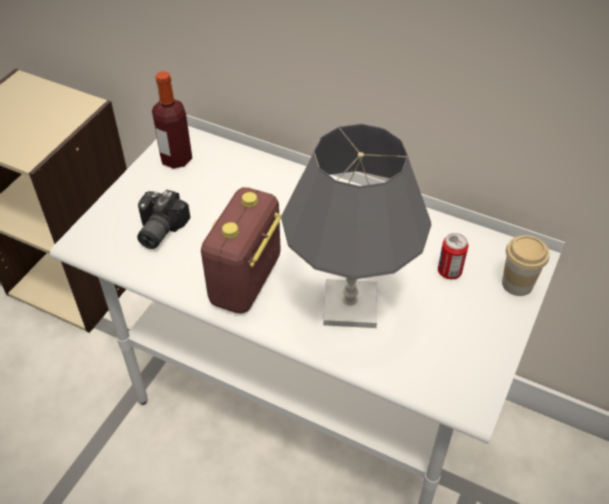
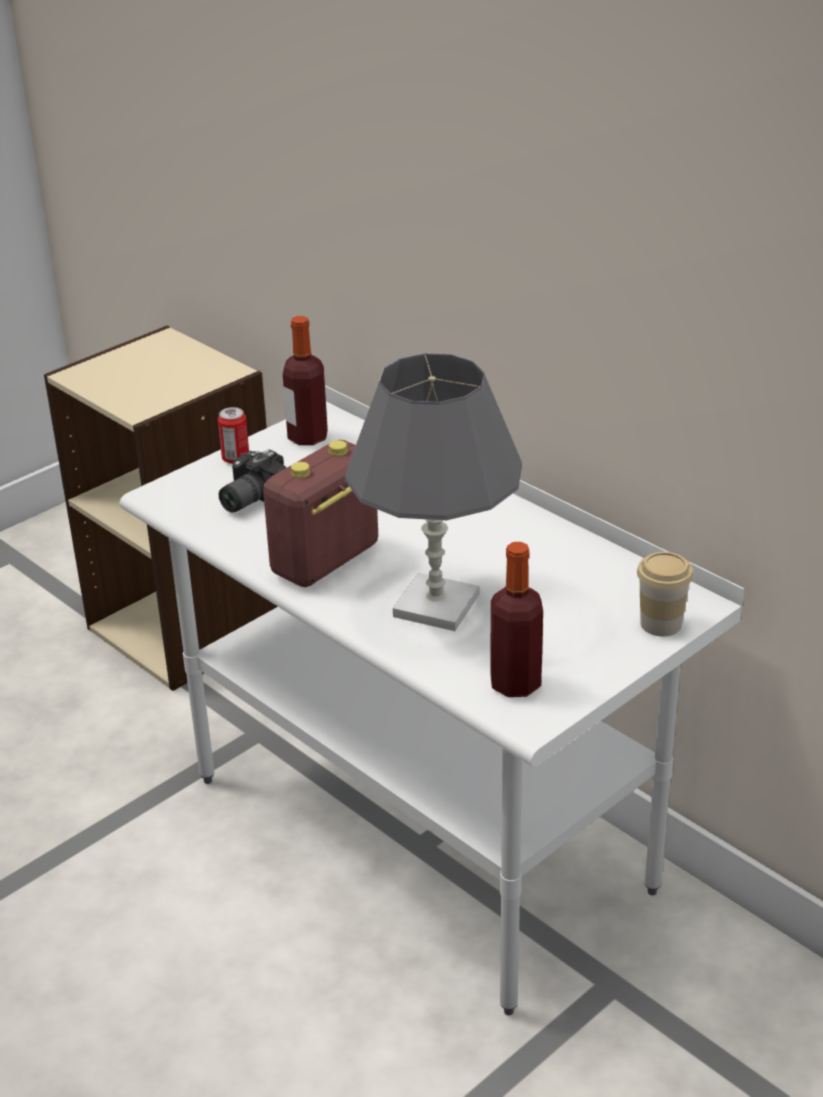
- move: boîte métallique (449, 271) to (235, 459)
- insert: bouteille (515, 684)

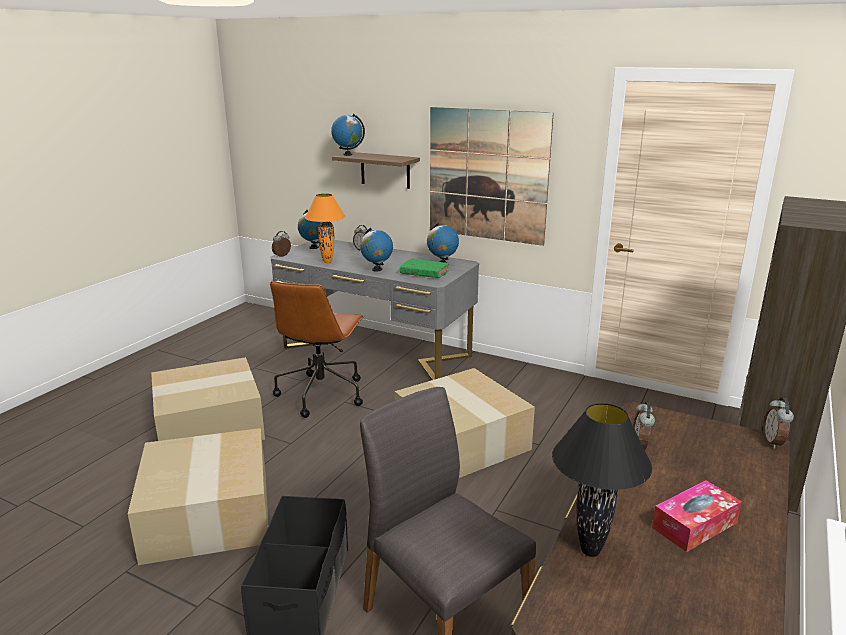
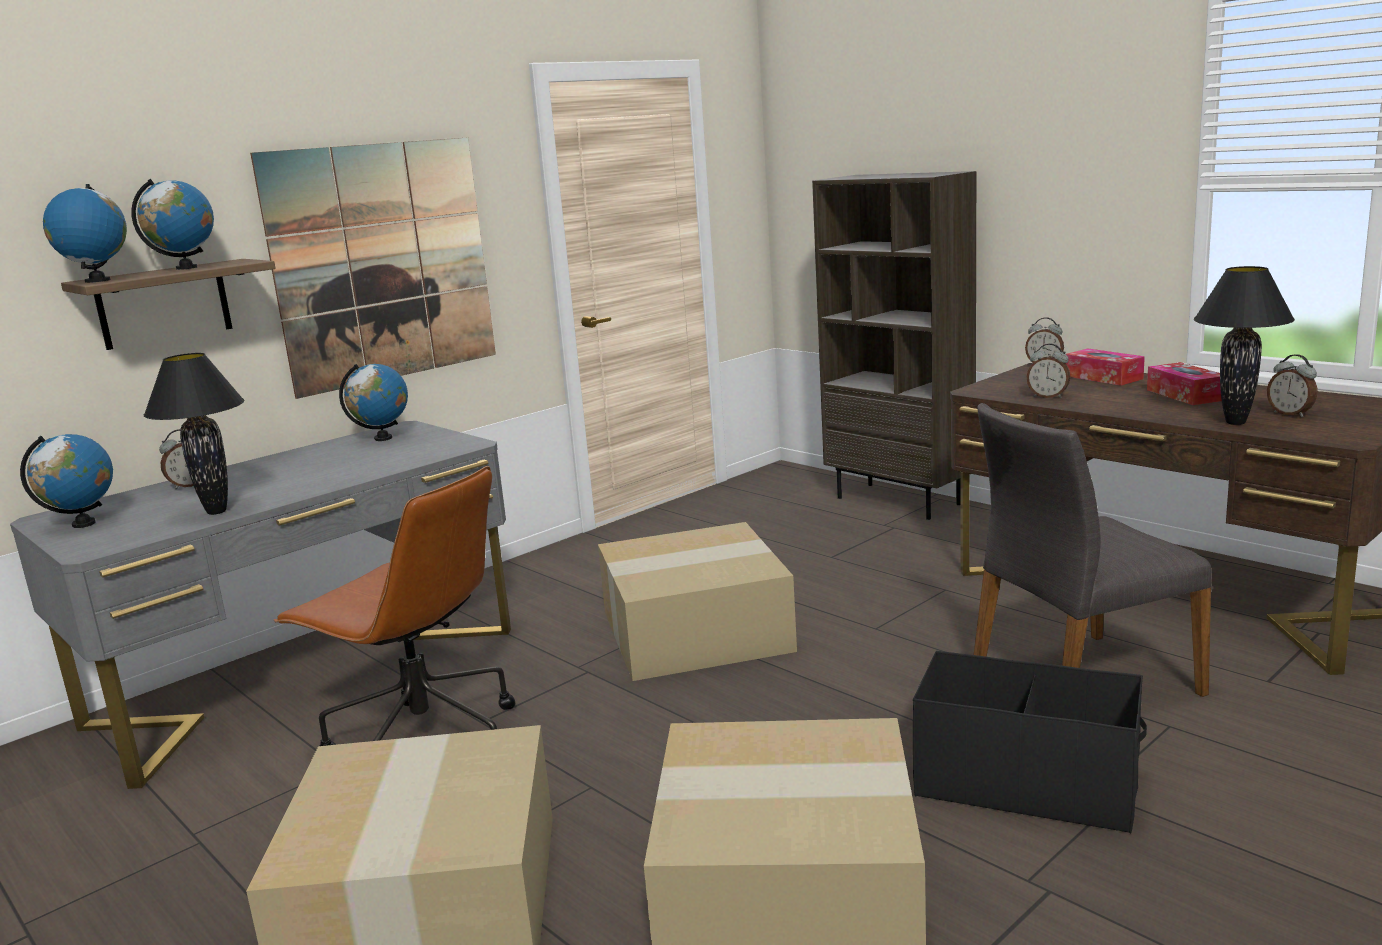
- move: réveil (282, 256) to (1290, 414)
- recolor: lampe de table/orange (327, 262) to lampe de table/noir (216, 512)
- move: globe (377, 269) to (186, 268)
- delete: livre/vert (424, 273)
- insert: boîte à mouchoirs (1103, 377)

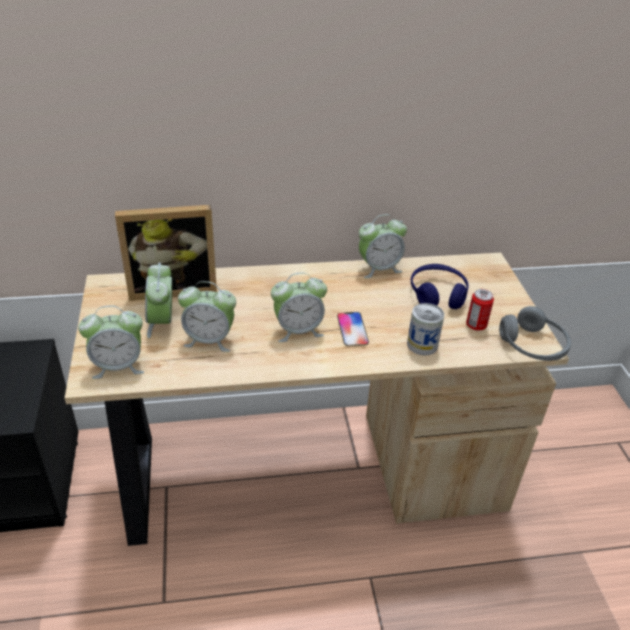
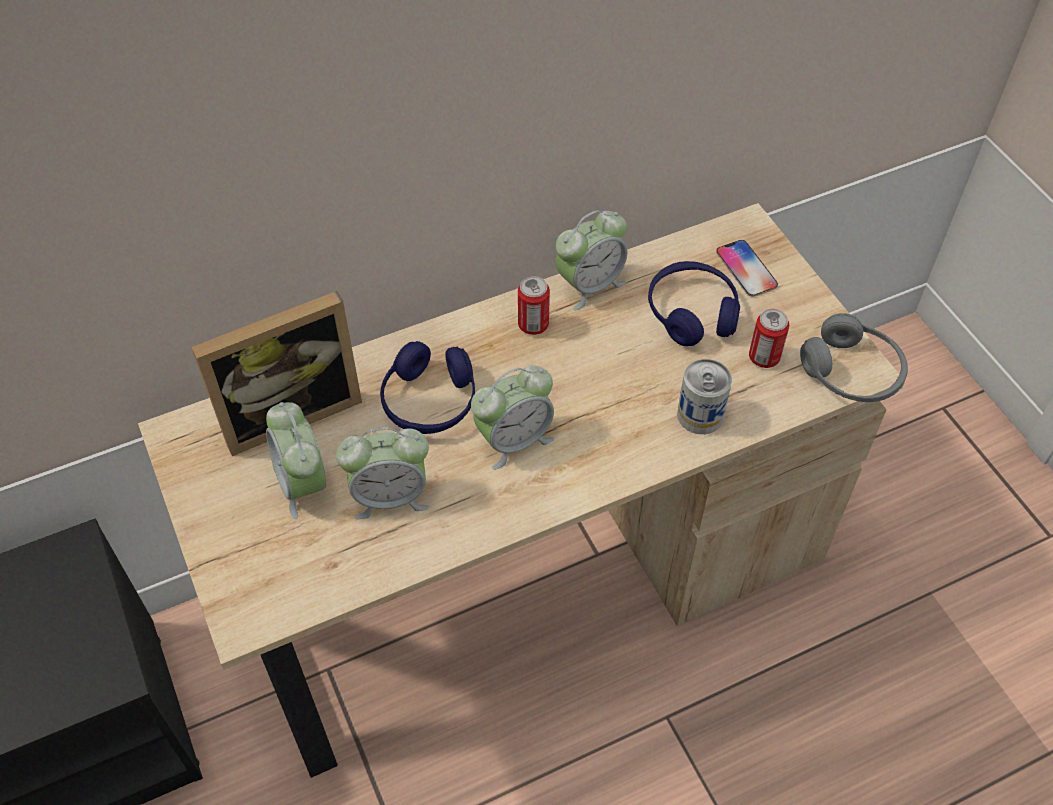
- delete: réveil (118, 366)
- move: téléphone (352, 329) to (746, 269)
- insert: casque audio/bleu (430, 401)
- insert: boîte métallique (533, 325)

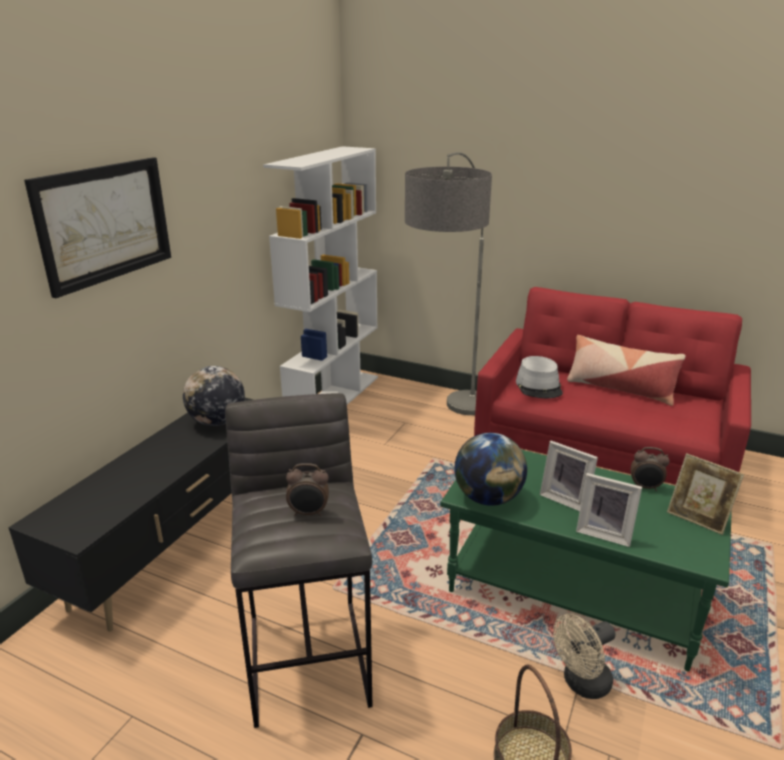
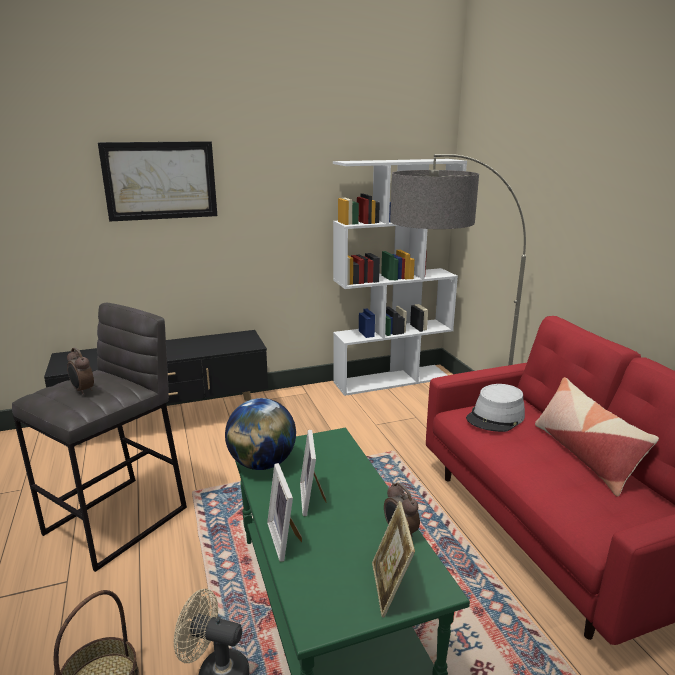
- delete: globe (217, 422)

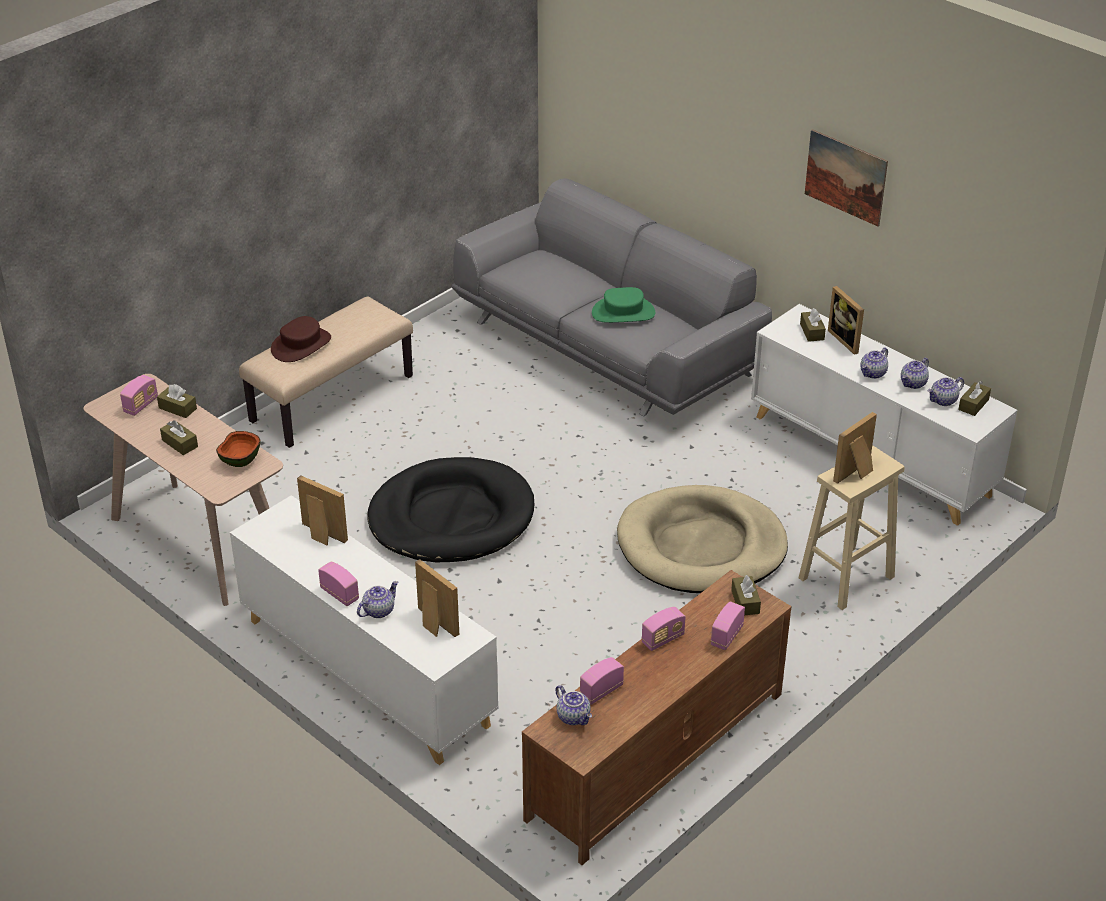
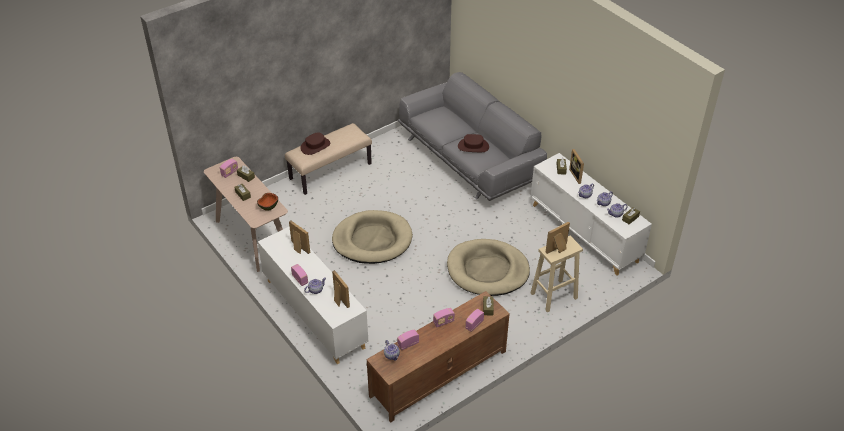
- recolor: panier pour chien/noir (451, 517) to panier pour chien/beige (372, 240)
- recolor: chapeau/vert (623, 313) to chapeau/marron (473, 146)
- delete: tableau (845, 177)

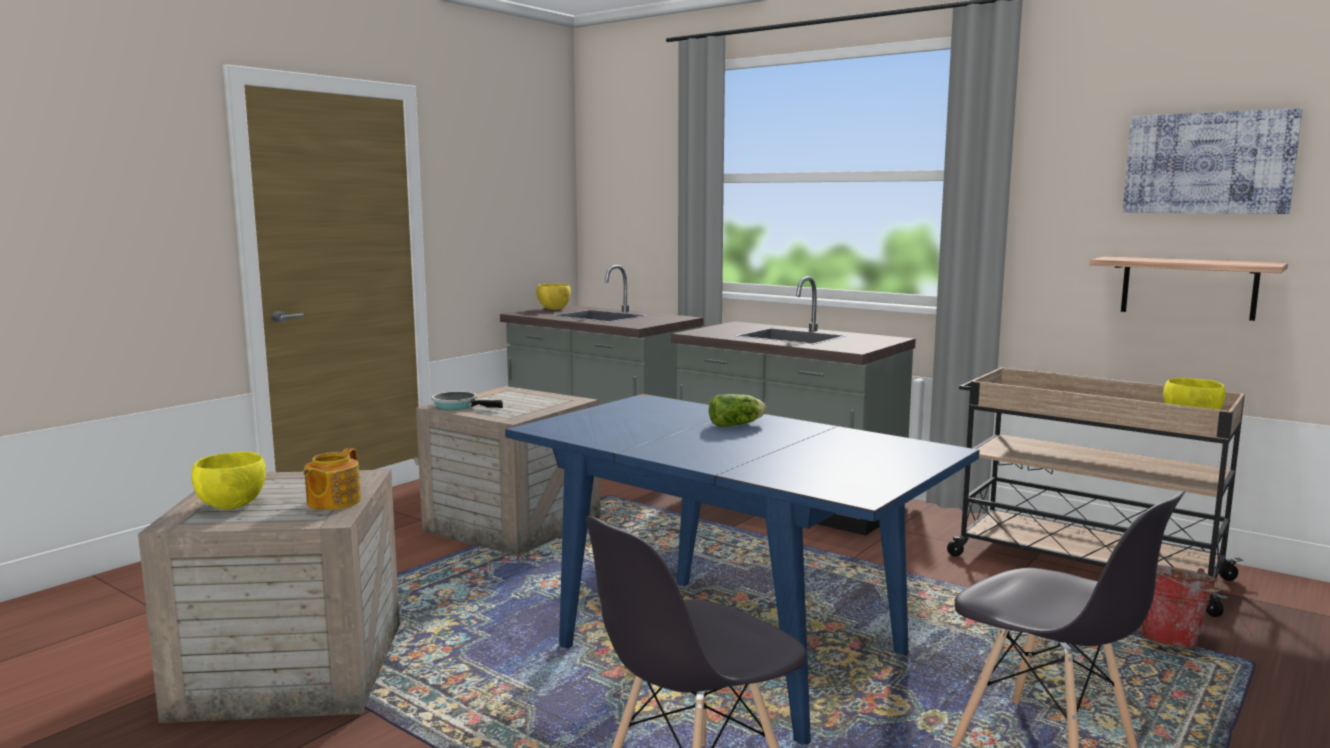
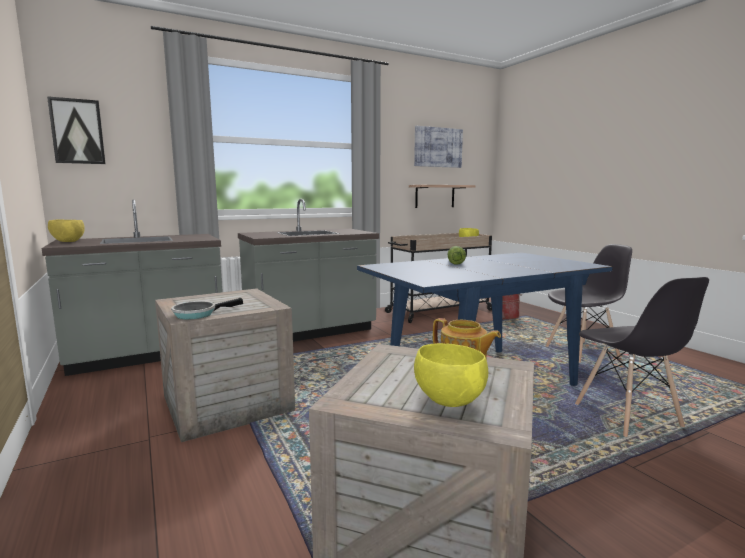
- insert: tableau (77, 131)

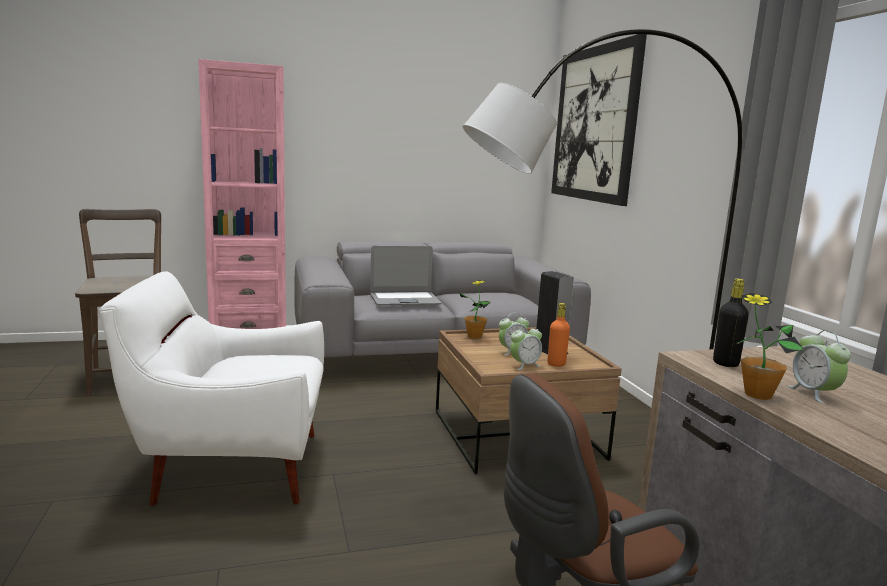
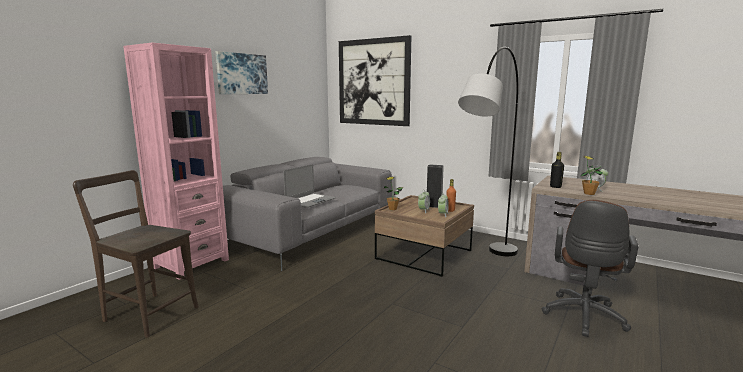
- delete: fauteuil/blanc (230, 467)
- insert: tableau (242, 74)

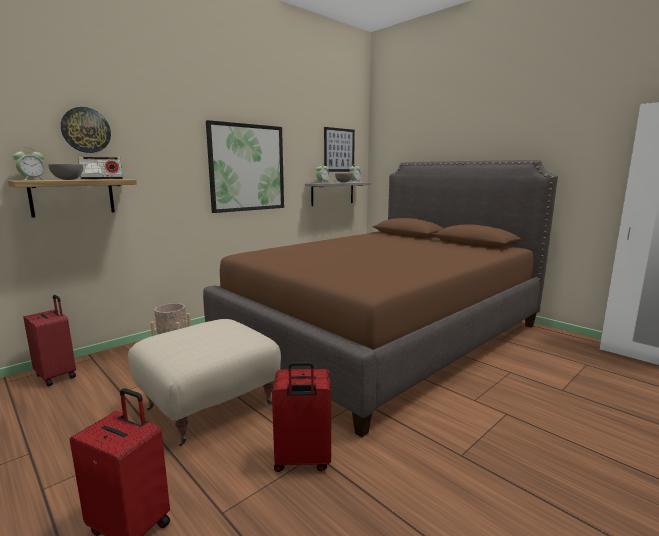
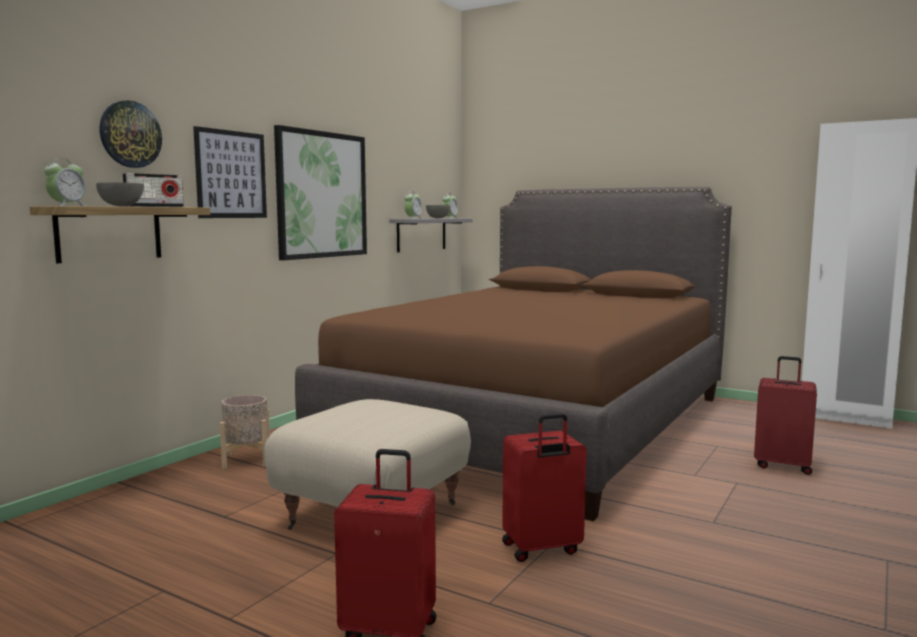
- move: valise/rouge (57, 375) to (782, 465)
- move: tableau (339, 150) to (231, 174)

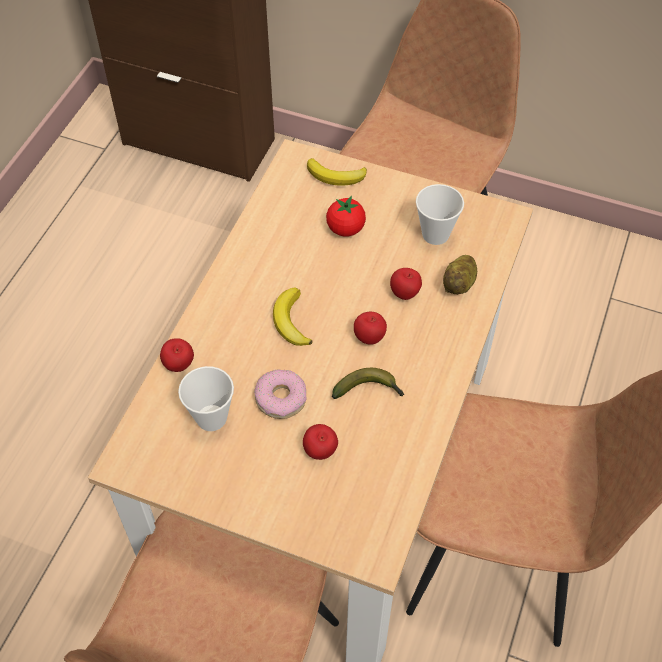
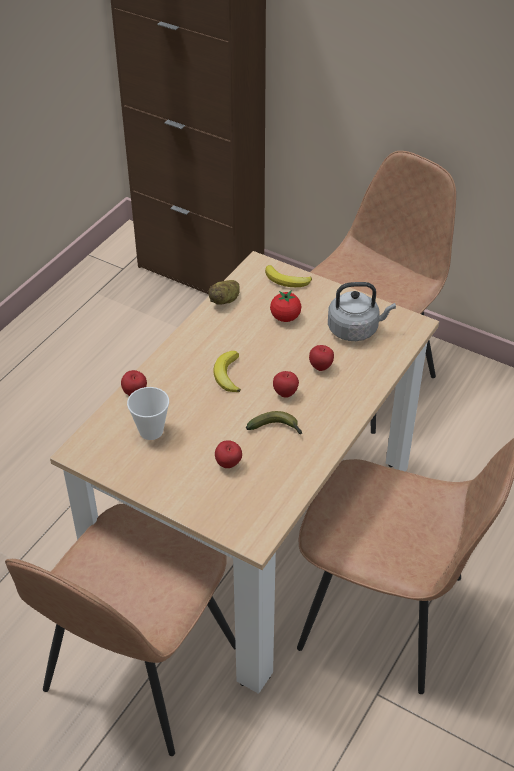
- delete: beignet (280, 398)
- replace: tasse (435, 234) to bouilloire/gris (355, 329)
- move: pomme de terre (460, 284) to (225, 300)

